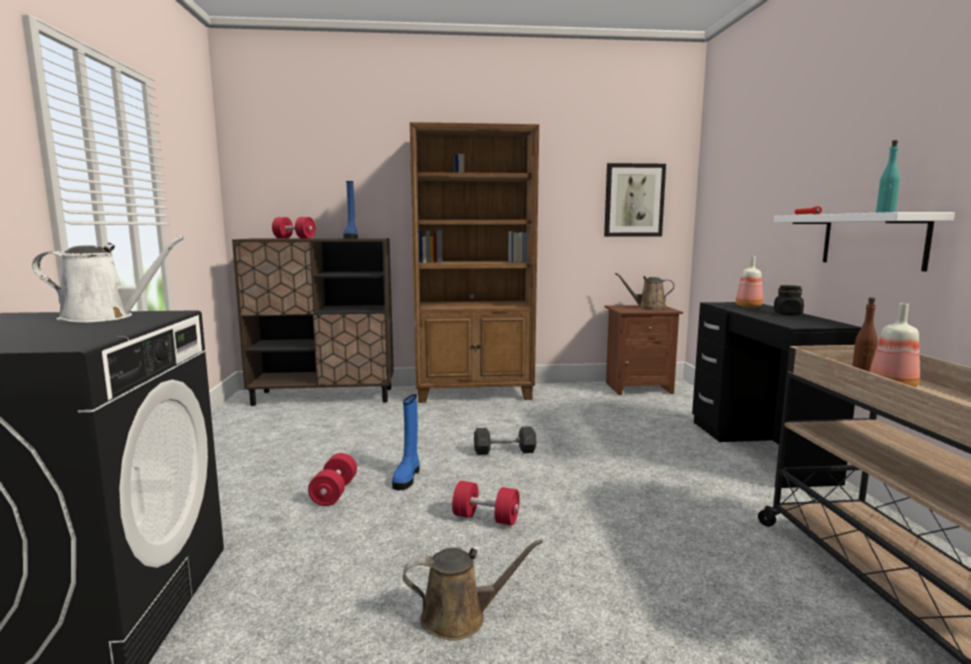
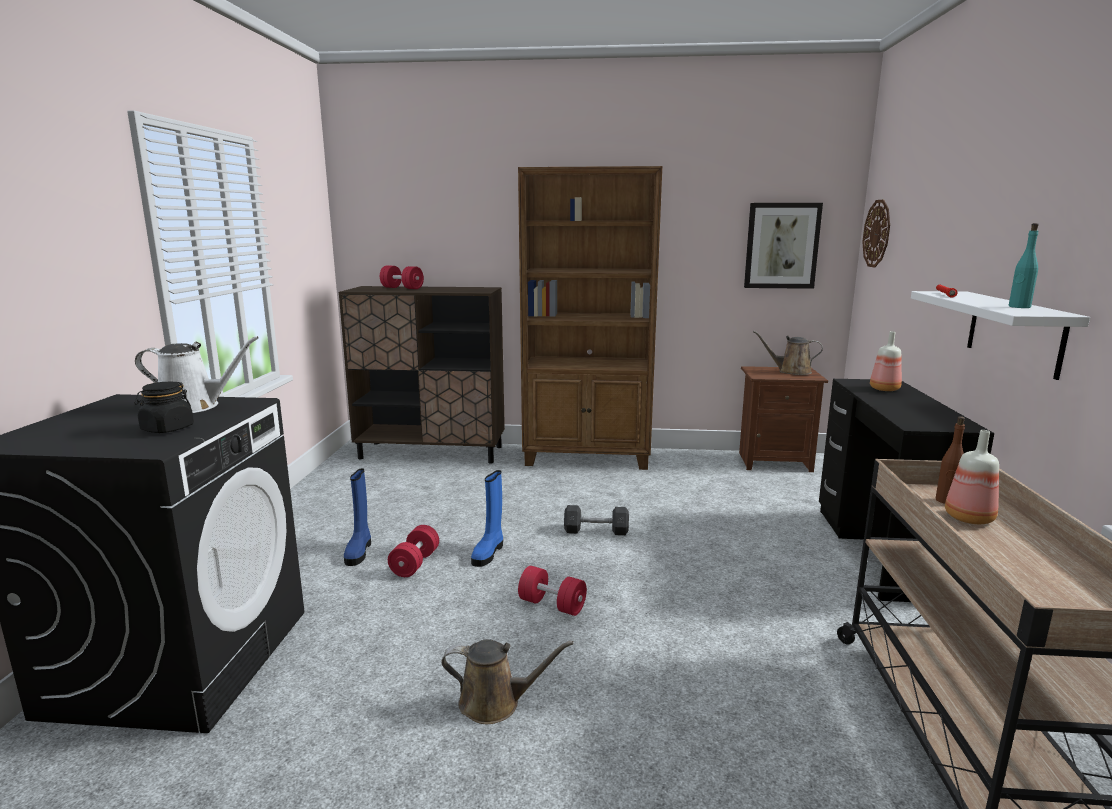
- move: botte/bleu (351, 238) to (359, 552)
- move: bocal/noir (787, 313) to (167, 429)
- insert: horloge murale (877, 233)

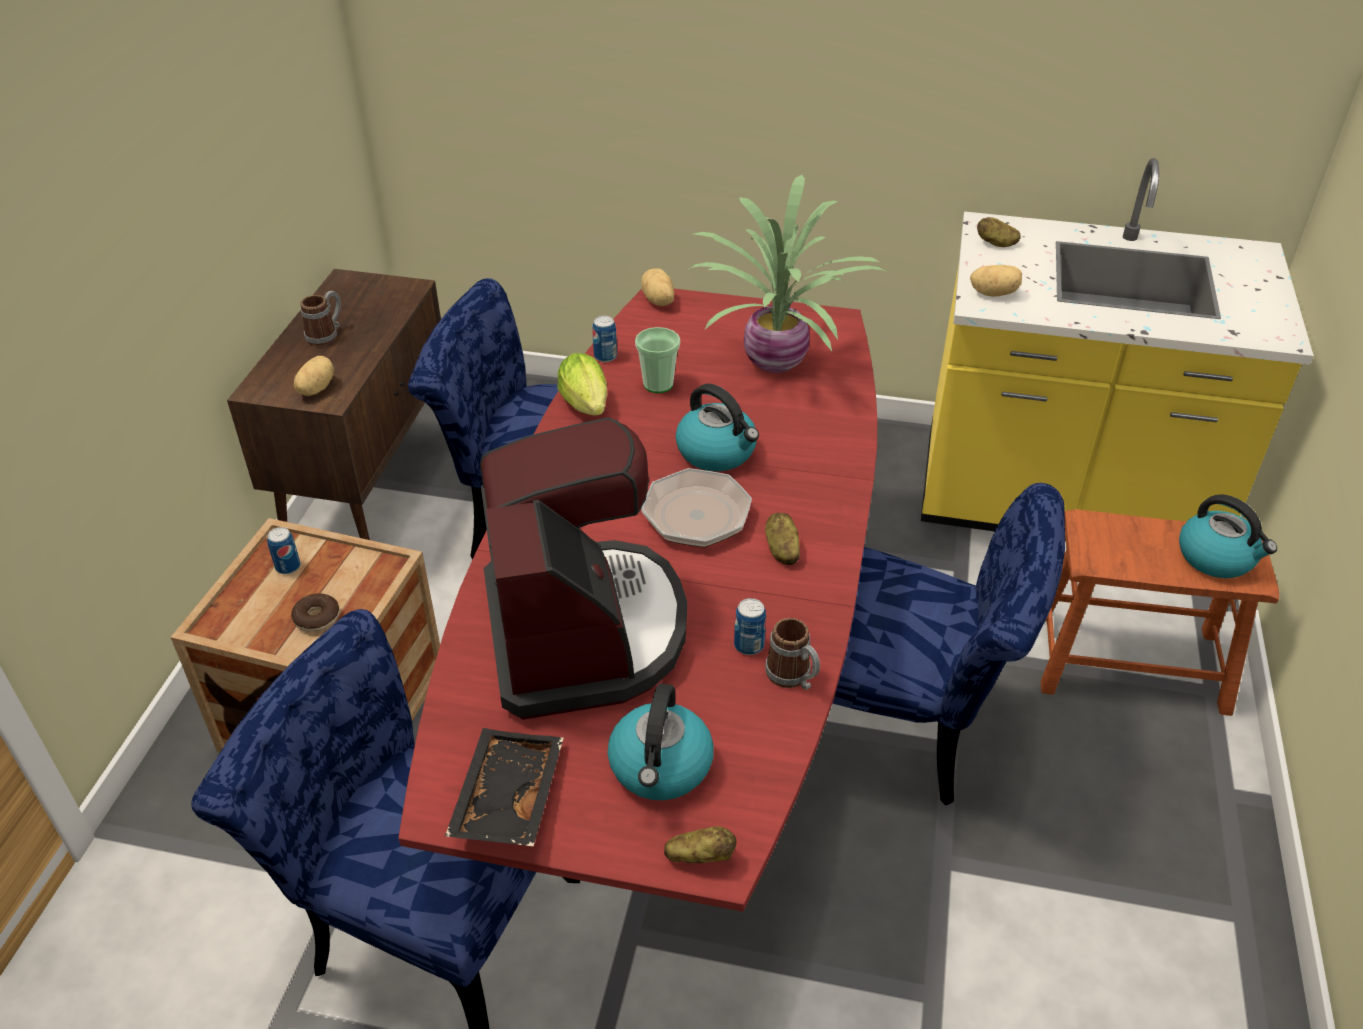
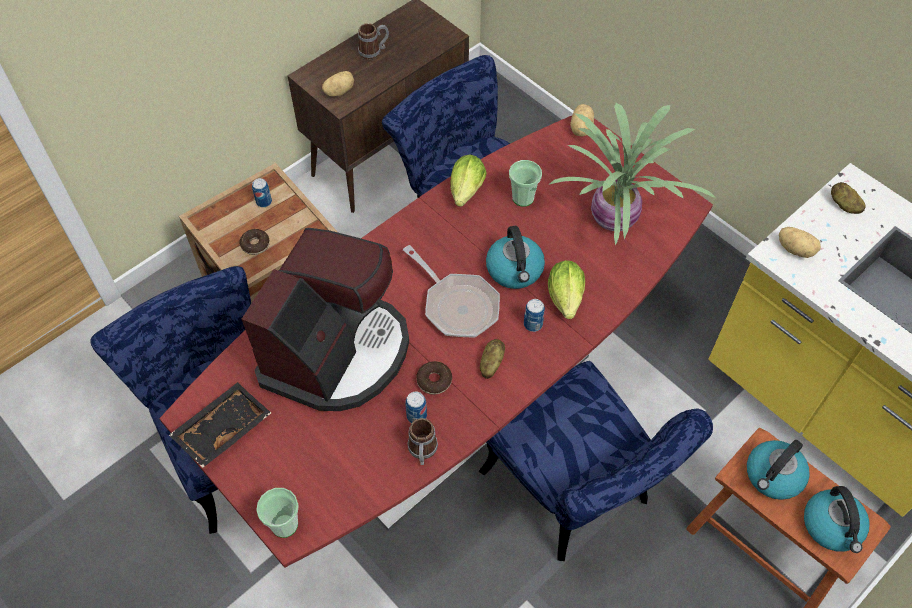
- move: boîte métallique (605, 356) to (533, 324)
- move: bouilloire (661, 767) to (773, 476)
- replace: pomme de terre (700, 856) to tasse (284, 524)
- insert: beignet (434, 381)
- insert: laitue (565, 301)

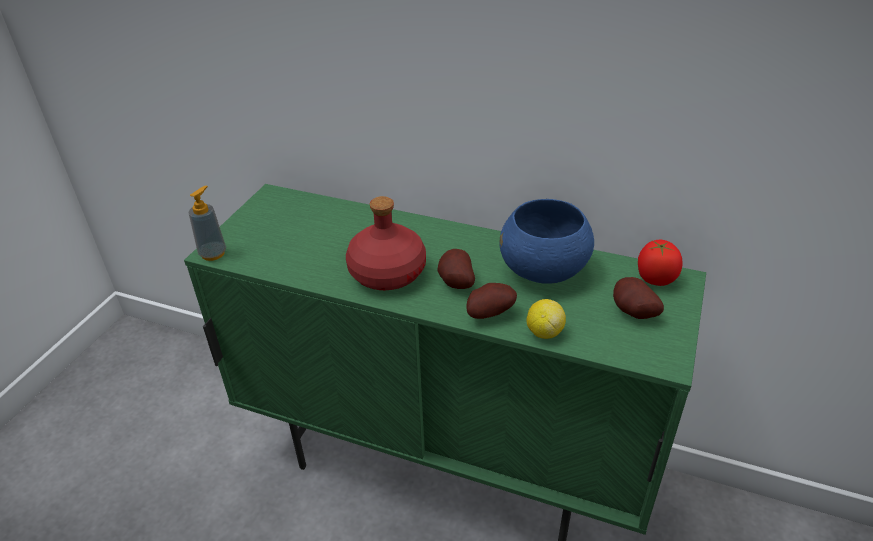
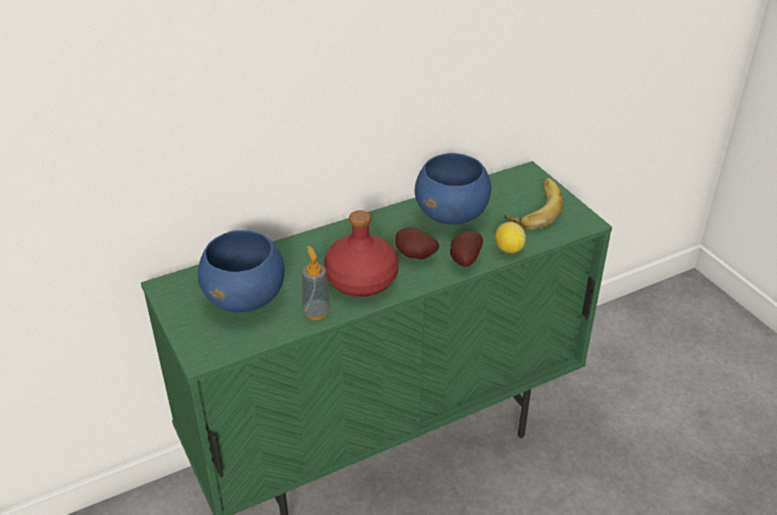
- move: distributeur de savon (213, 253) to (316, 312)
- replace: pomme de terre (632, 313) to banane (534, 208)
- delete: tomate (655, 279)
- insert: bol/bleu (246, 298)

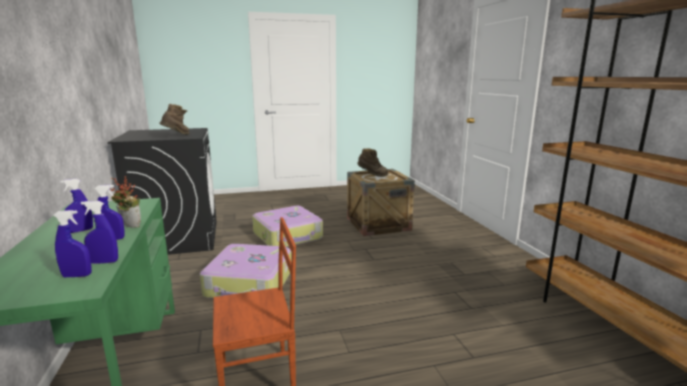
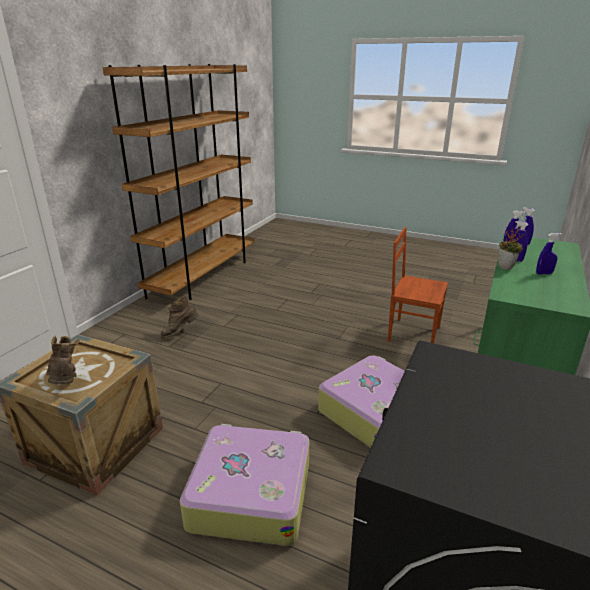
- move: botte/marron (177, 136) to (180, 332)

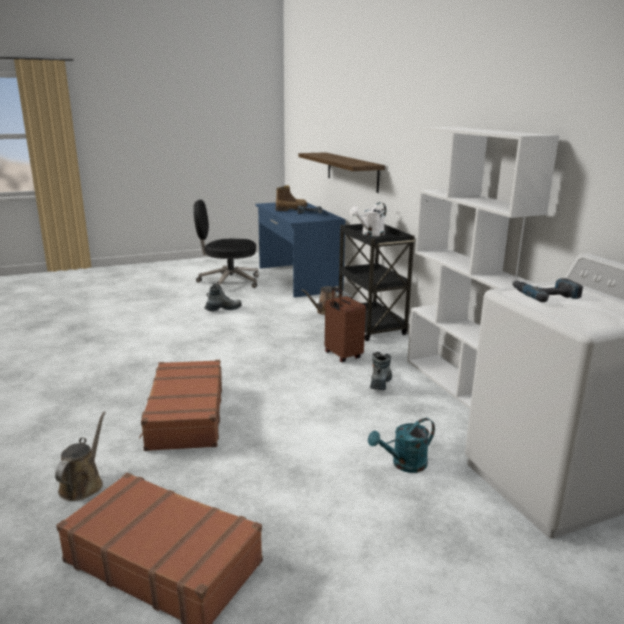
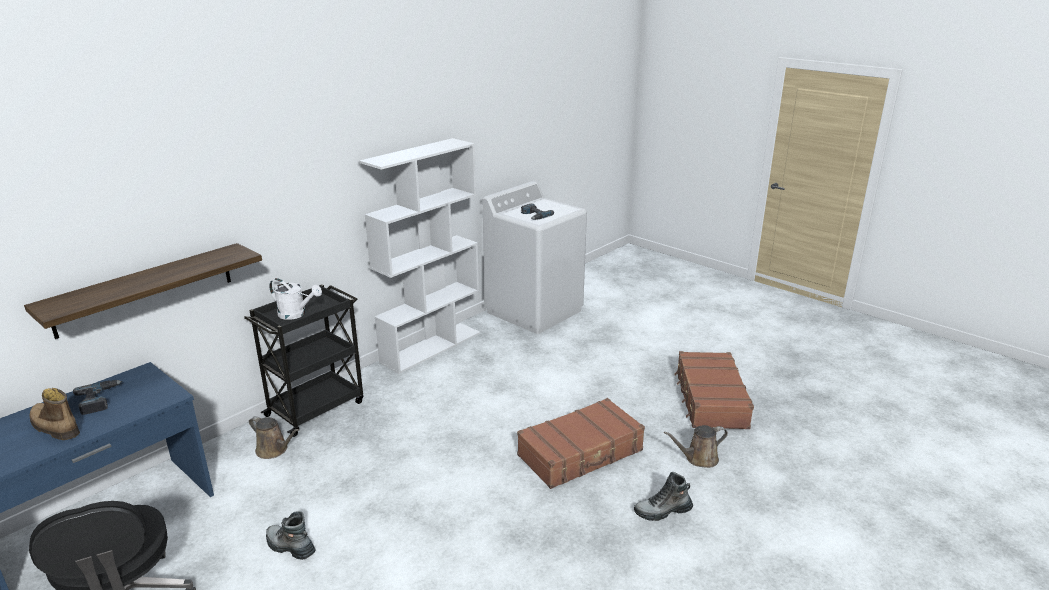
- delete: valise/marron (342, 356)
- delete: arrosoir/turquoise (404, 464)
- move: botte (380, 382) to (662, 511)

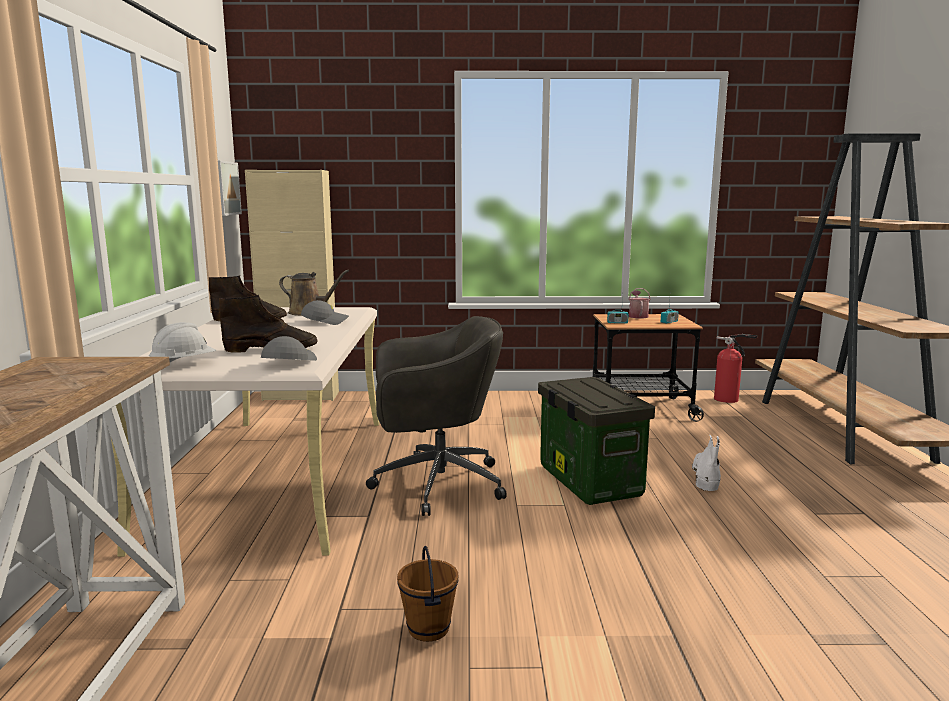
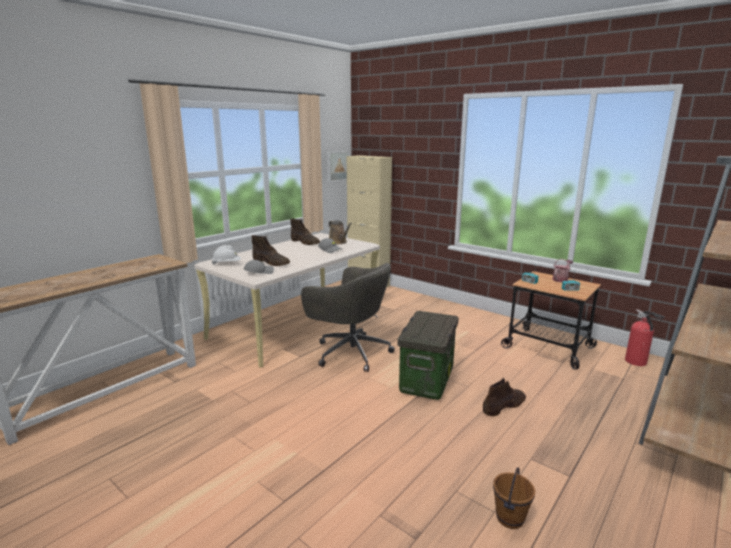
- move: seau/marron (429, 629) to (510, 518)
- recolor: botte/blanc (706, 476) to botte/marron (504, 405)

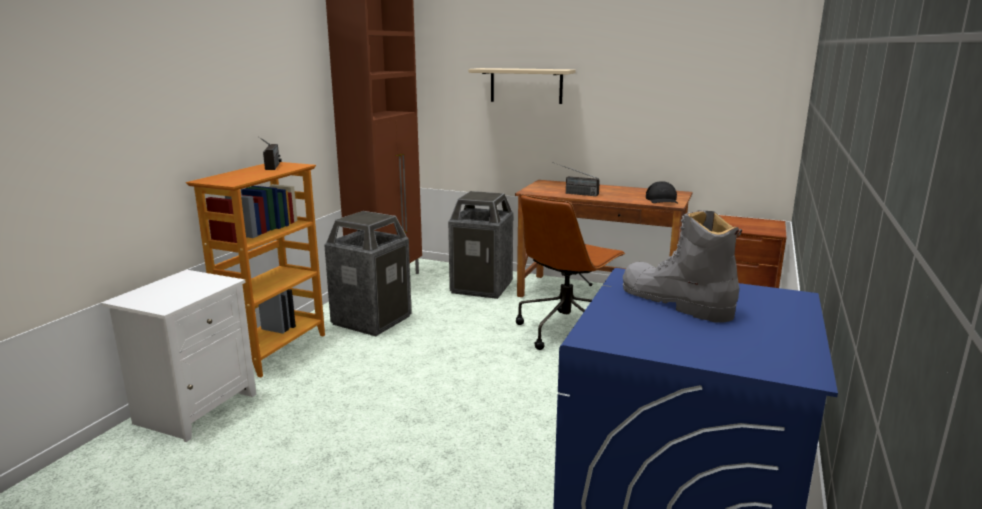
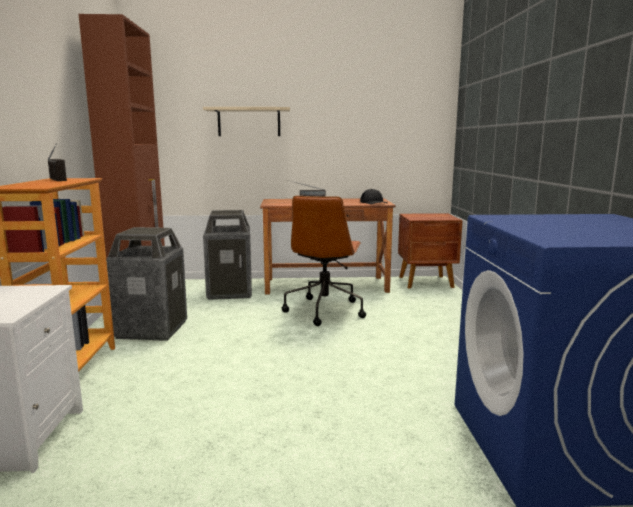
- delete: botte/gris (675, 302)

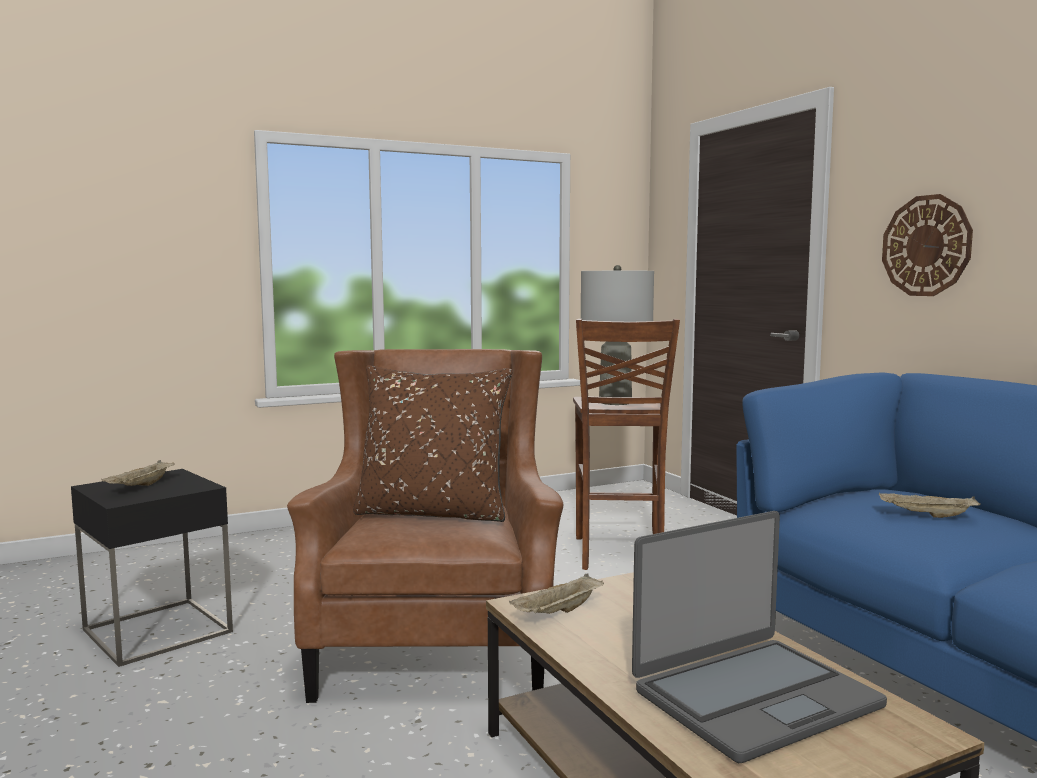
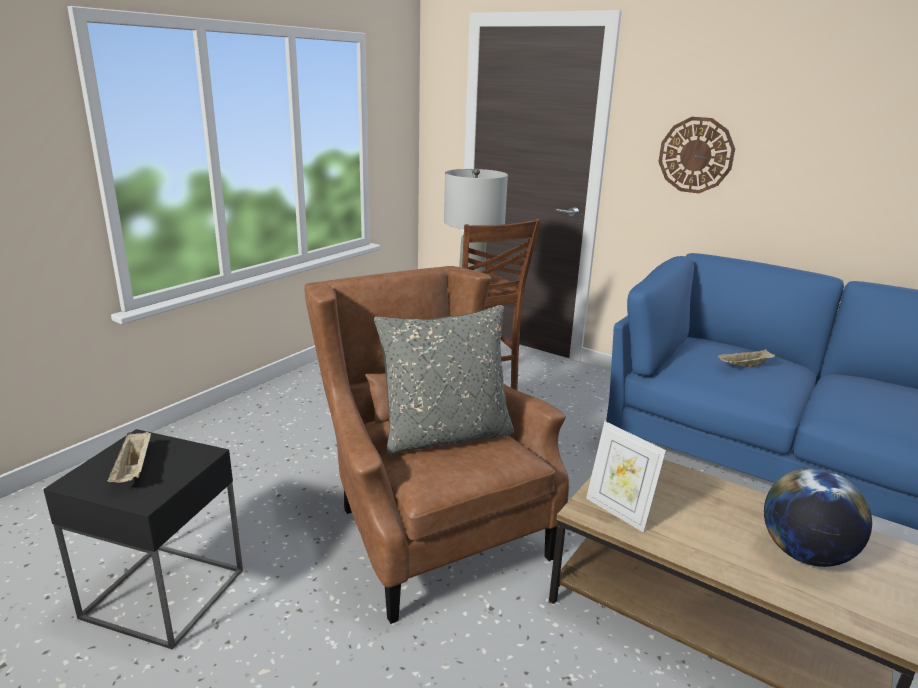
- recolor: coussin/marron (433, 512) to coussin/gris (446, 435)
- replace: plateau/beige (558, 613) to cadre photo (618, 512)
- replace: ordinateur portable (754, 697) to globe (804, 554)

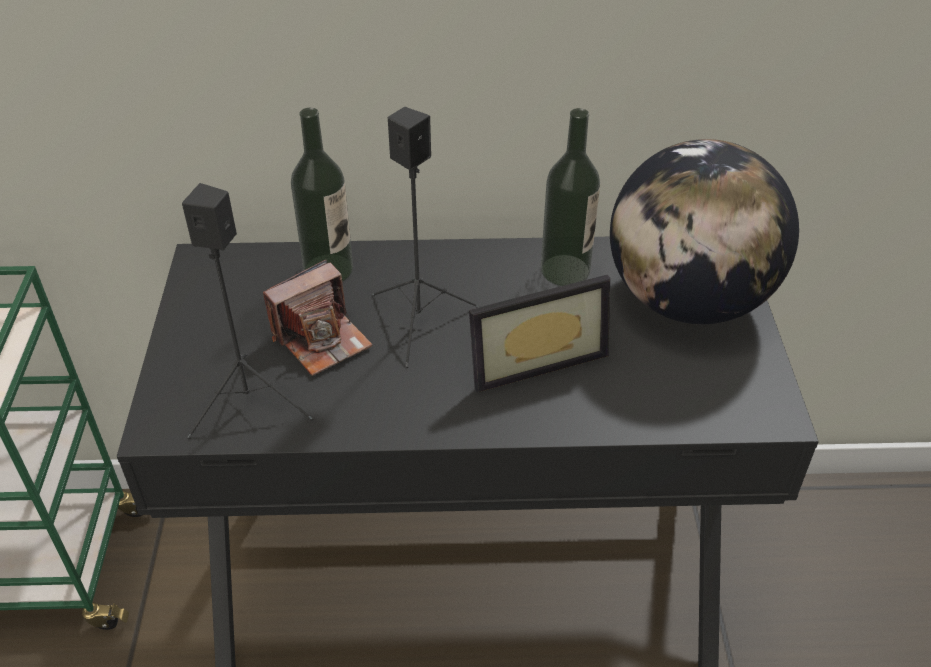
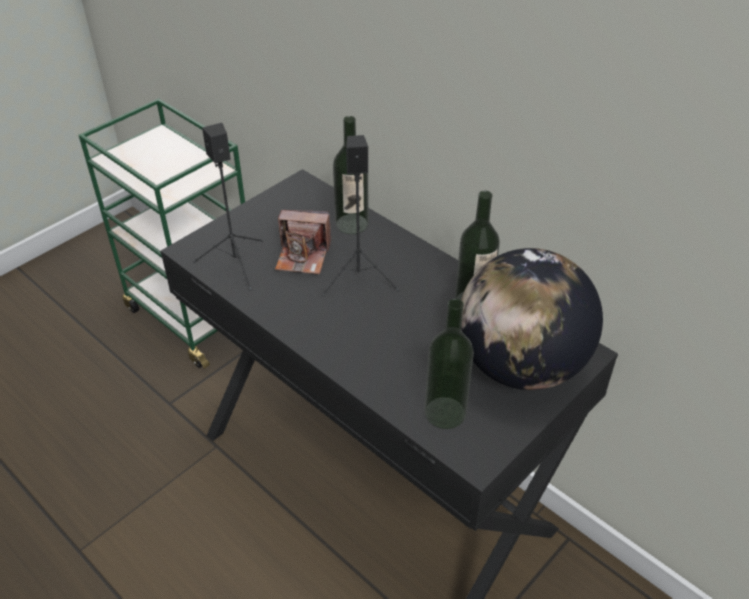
- delete: cadre photo (533, 357)
- insert: bouteille (445, 412)

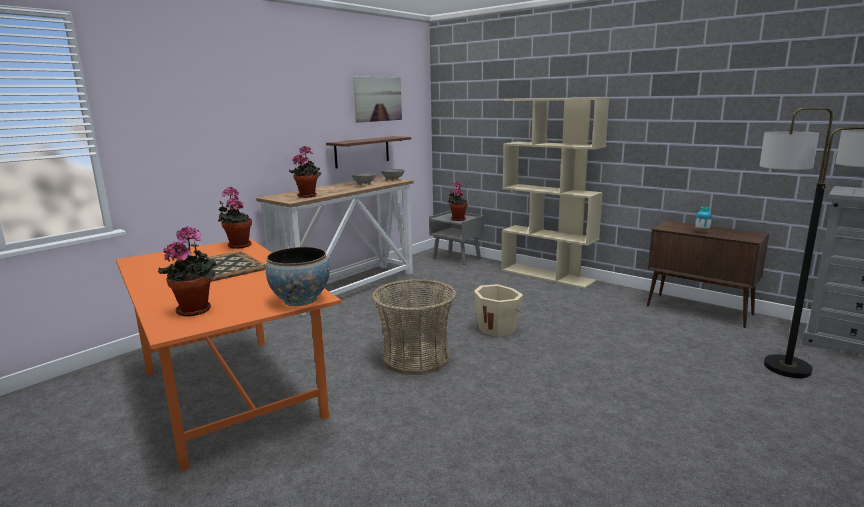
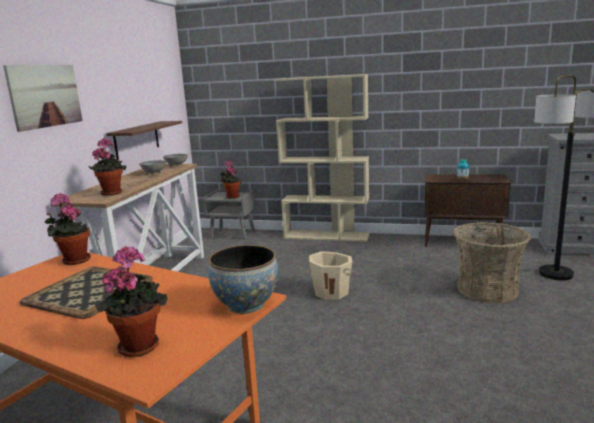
- move: tableau (378, 99) to (45, 96)
- move: panier (416, 358) to (487, 289)

